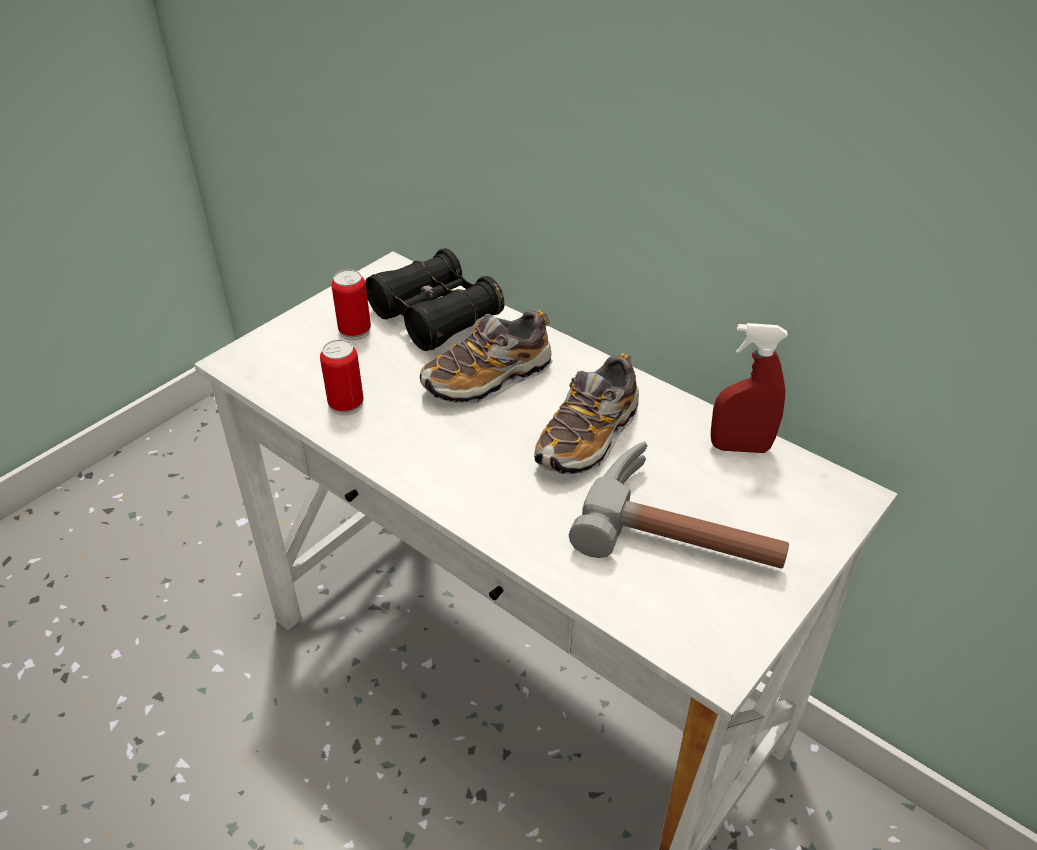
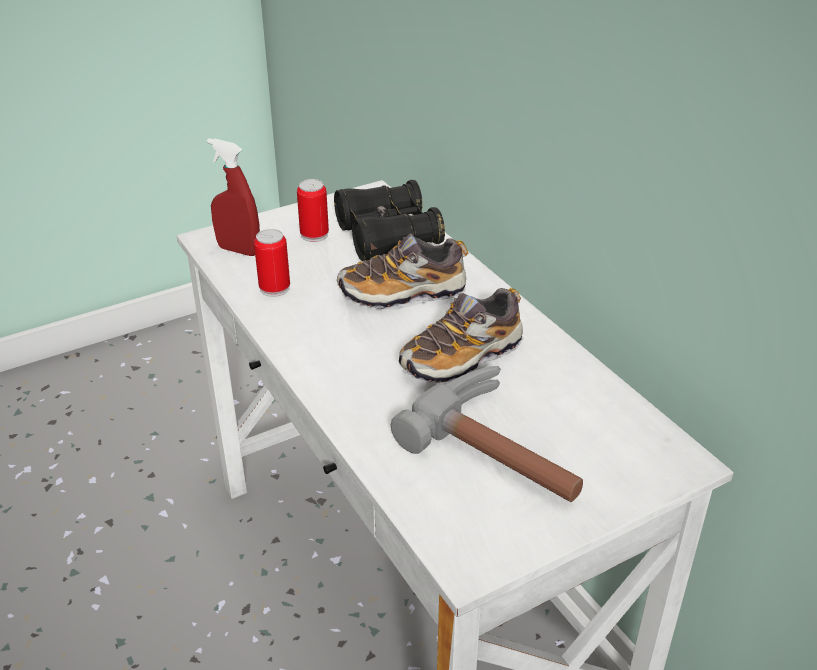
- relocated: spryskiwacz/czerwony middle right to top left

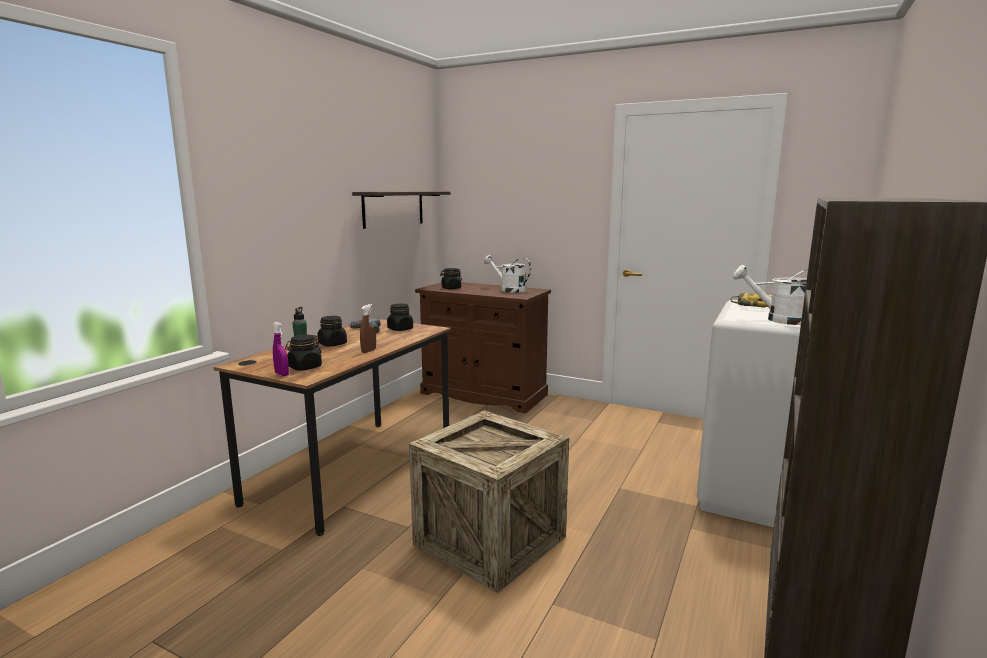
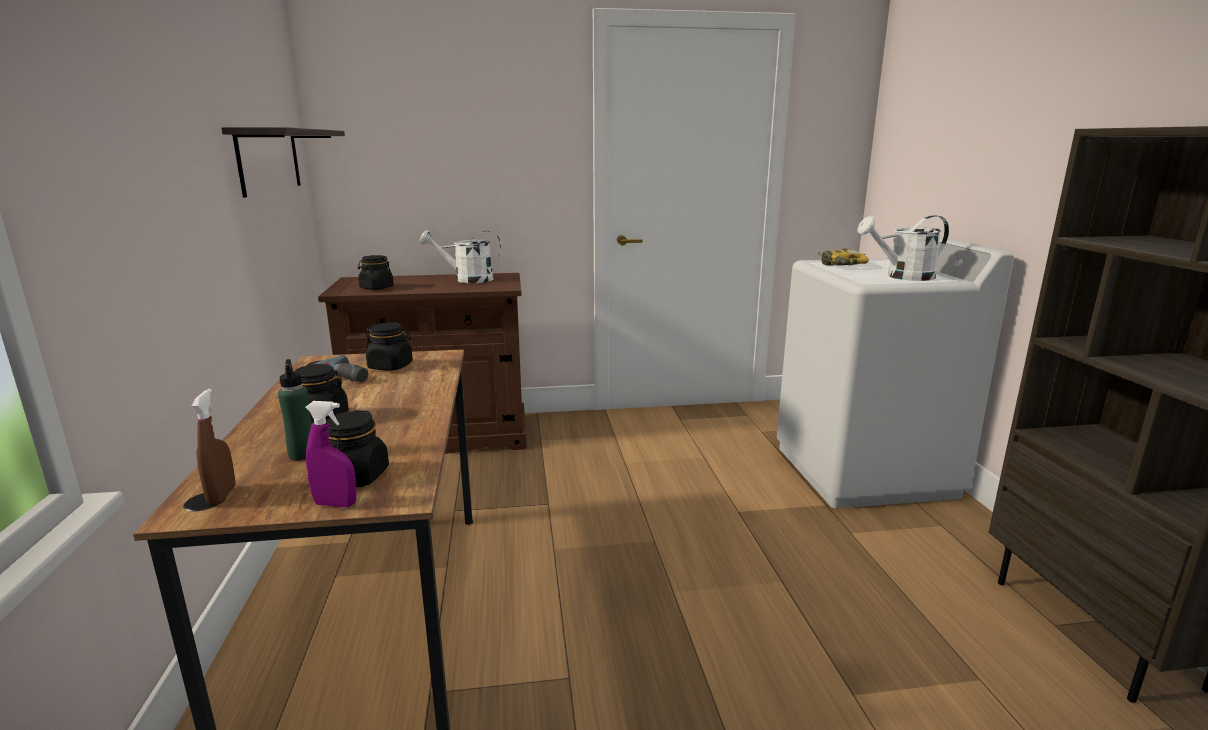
- relocated: spryskiwacz/brązowy centre to middle left
- missing: skrzynka bottom centre

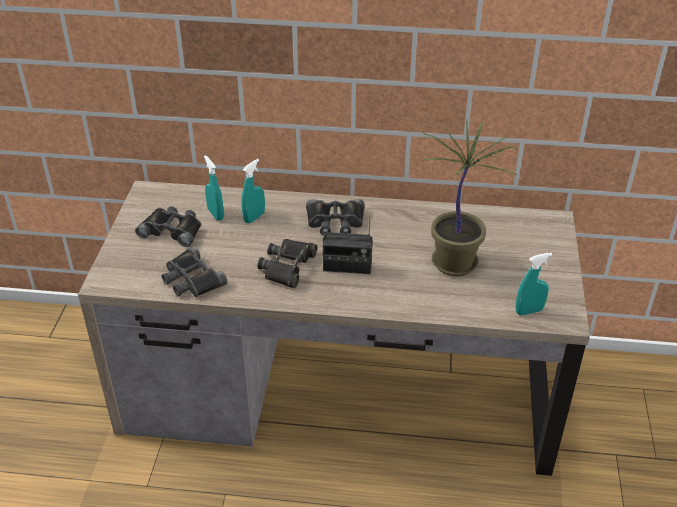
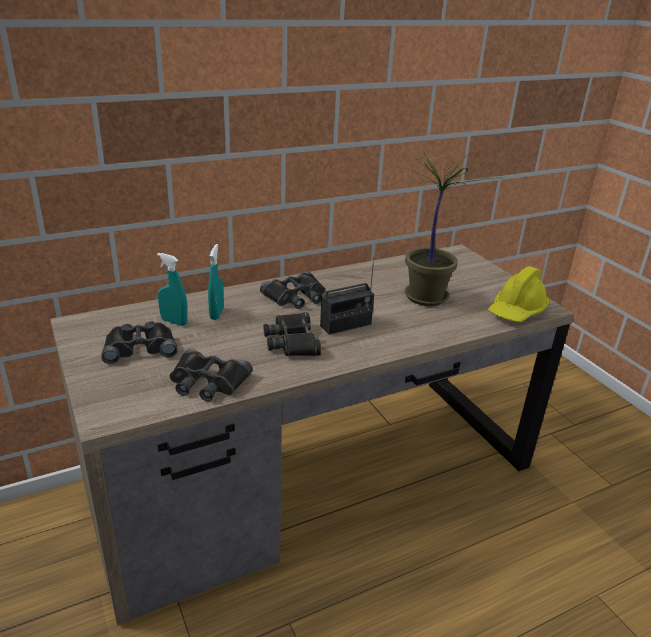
- exchanged: spryskiwacz/turkusowy (no. 3 from left) middle right to kask/żółty middle right

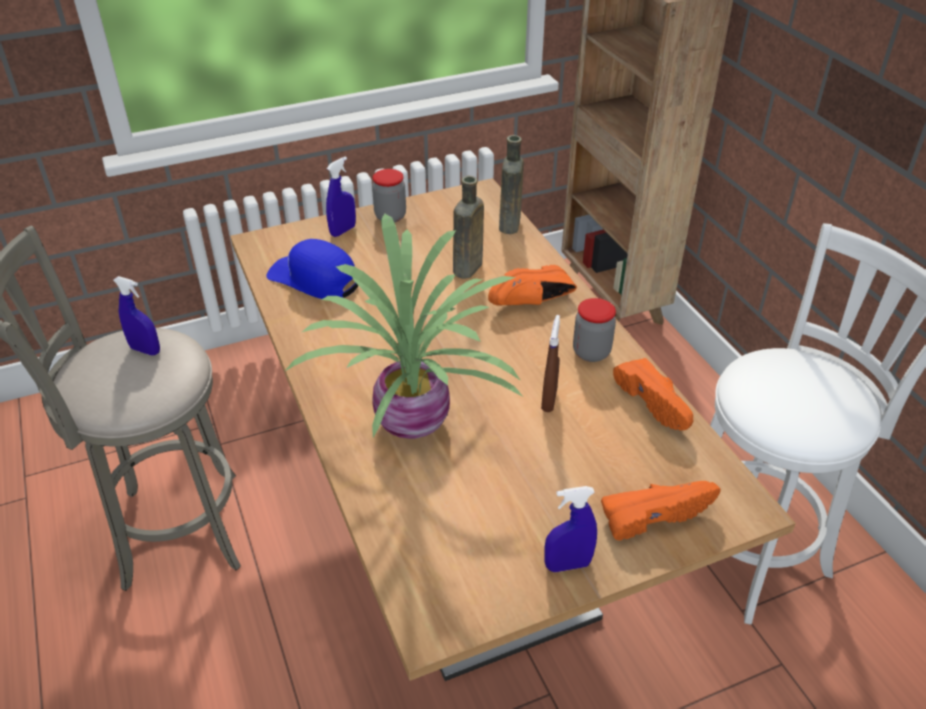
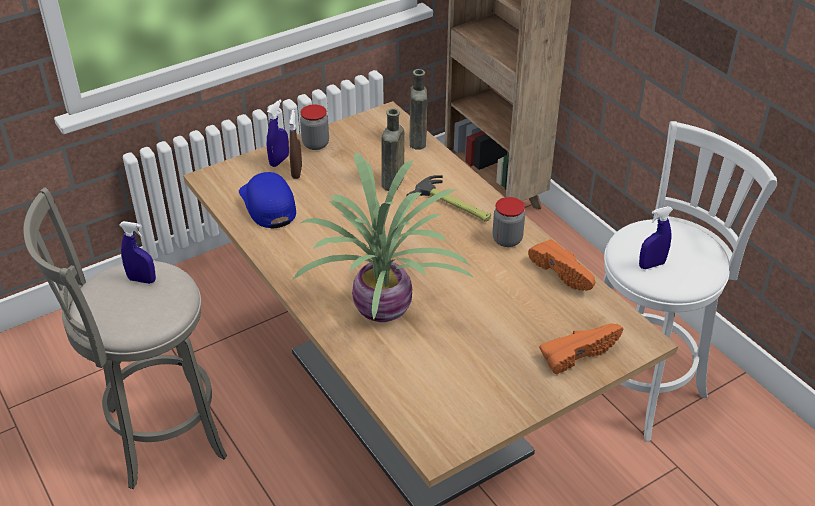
- spun: czapka z daszkiem/niebieski centre = middle left 45 degrees clockwise
- exchanged: but/pomarańczowy (no. 1 from left) centre to młotek centre
- relocated: spryskiwacz/brązowy centre to top centre
- relocated: spryskiwacz/niebieski (no. 3 from left) bottom centre to middle right

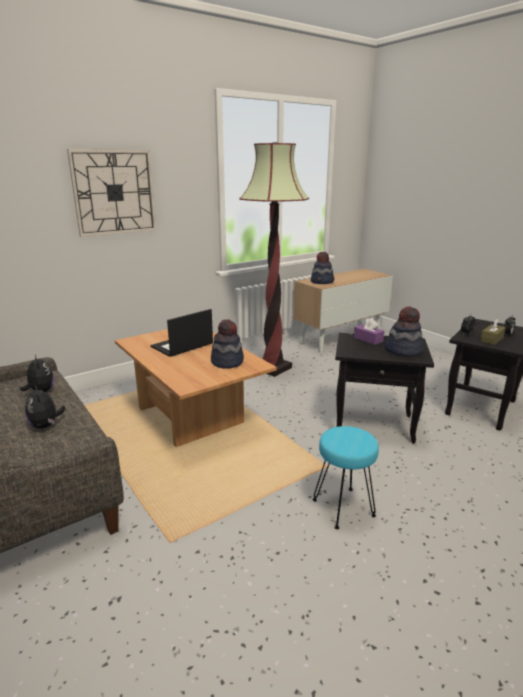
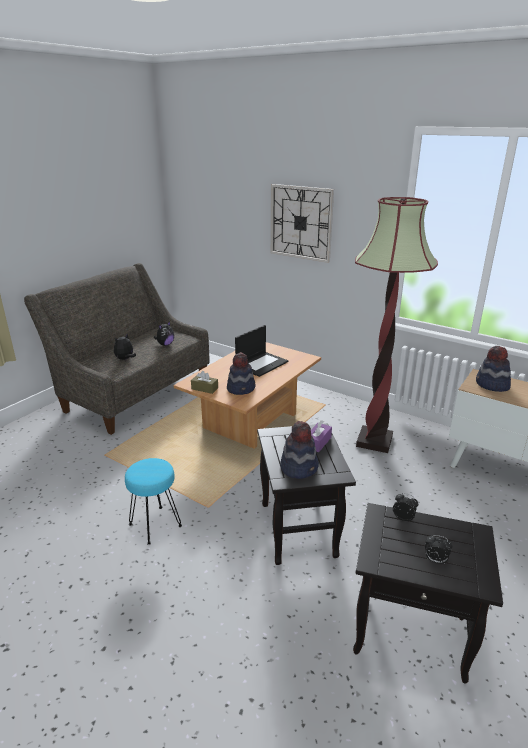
- spun: laptop centre = centre 105 degrees clockwise
- relocated: pudełko chusteczek/brązowy middle right to centre

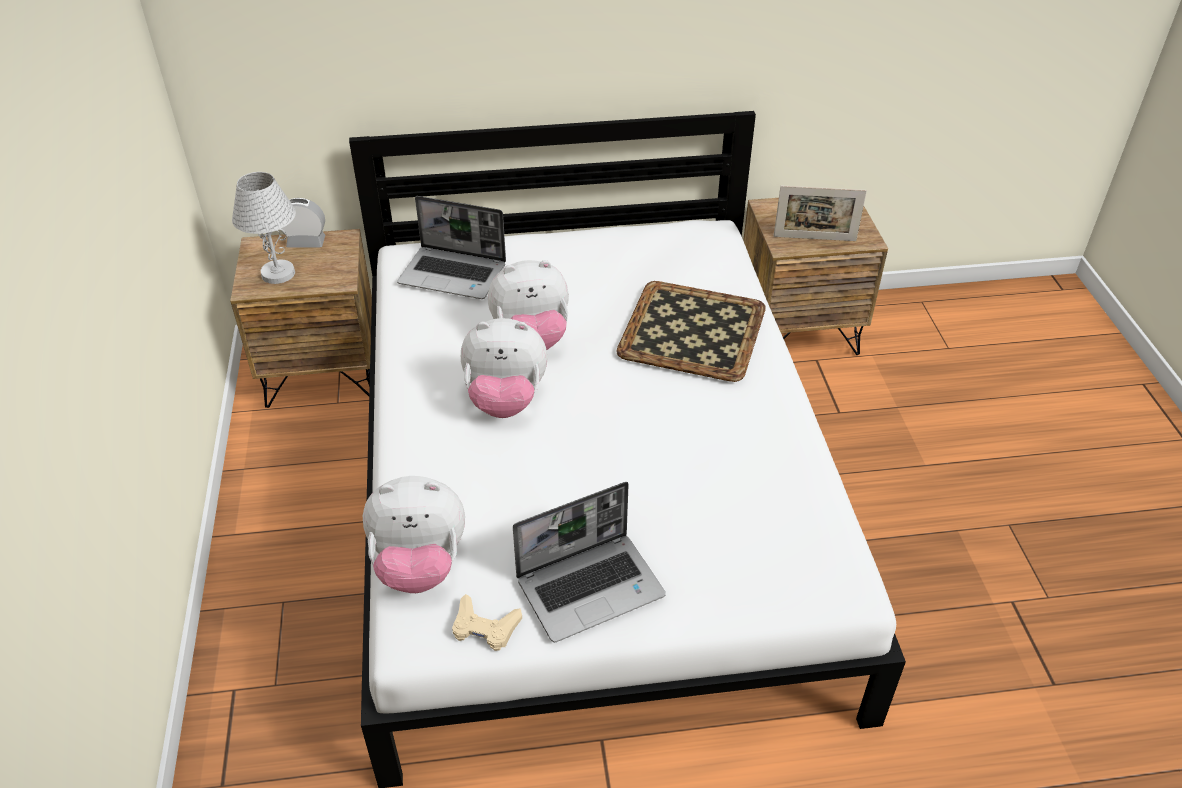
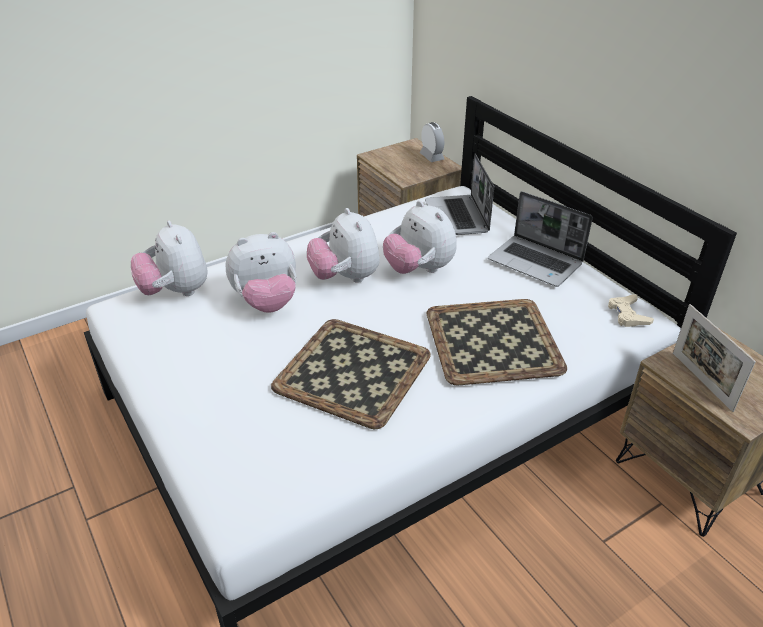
- missing: lampa stołowa/biały top left
- relocated: laptop (no. 2 from left) bottom centre to middle right
- relocated: pad do gier/beżowy bottom centre to middle right
- appeared: pluszak (no. 2 from left) centre
- appeared: taca (no. 1 from left) centre

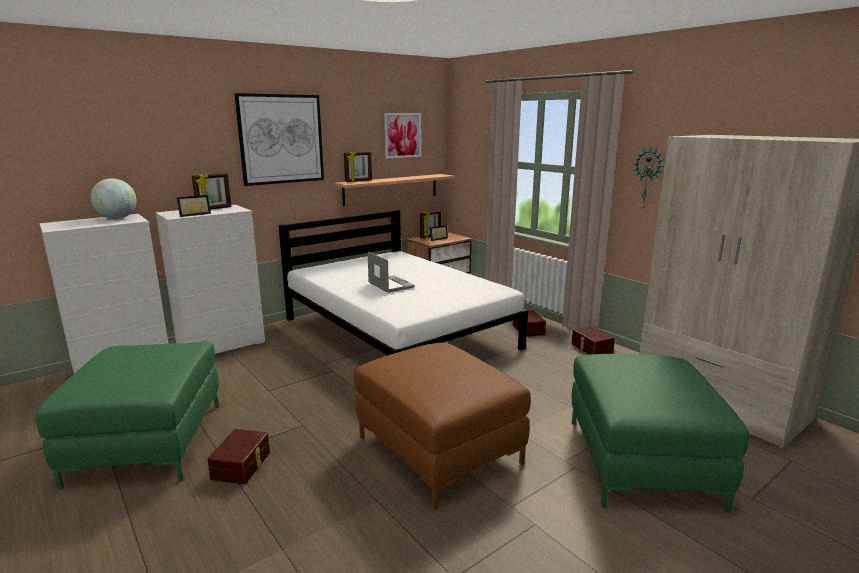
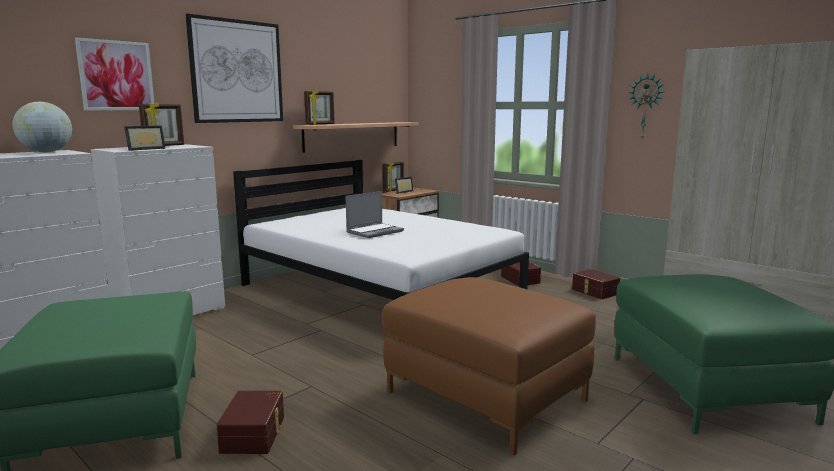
- relocated: obraz (no. 2 from left in the first image) top centre to obraz (no. 1 from left) top left
- spun: laptop centre = centre 90 degrees clockwise

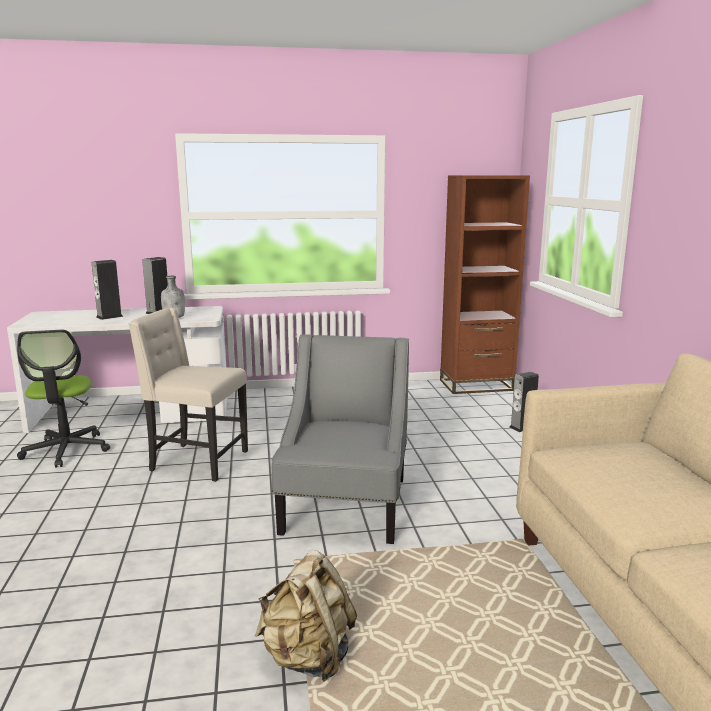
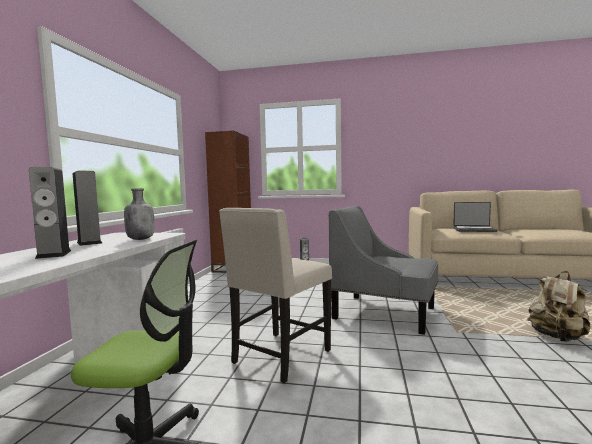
- appeared: laptop middle right

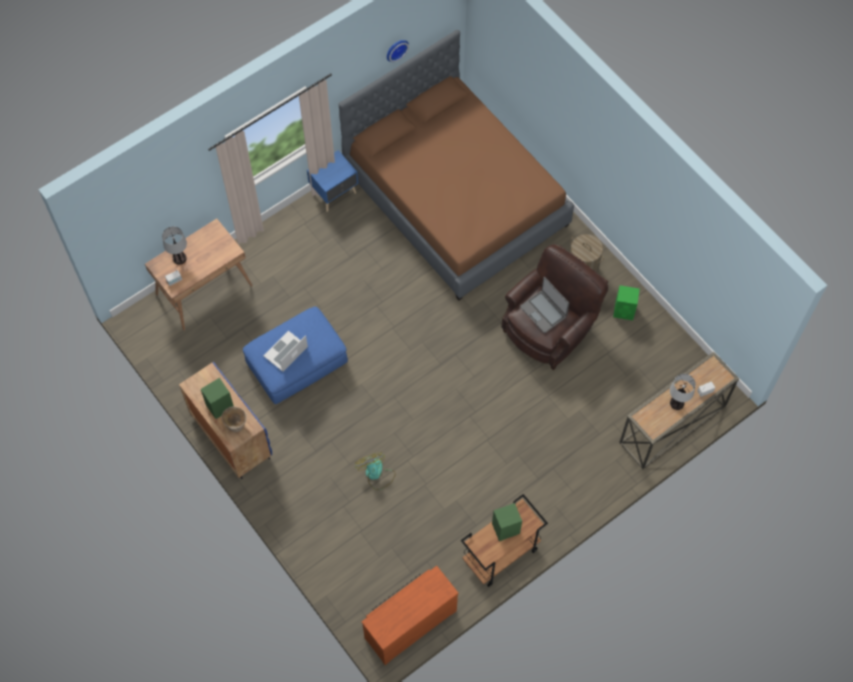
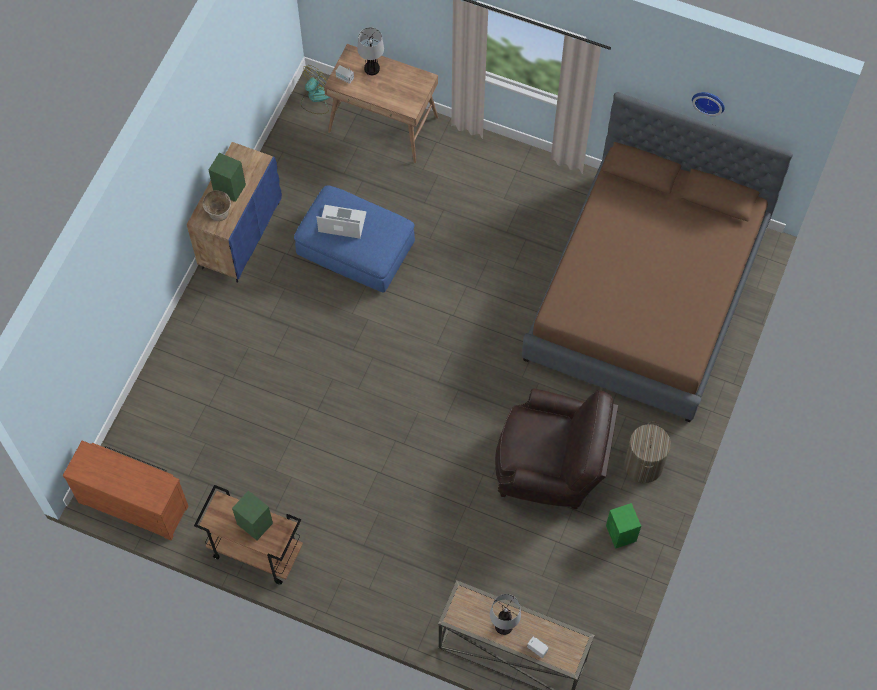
- missing: szafka nocna/niebieski top centre
- missing: laptop (no. 2 from left) centre
- relocated: wentylator bottom centre to top centre

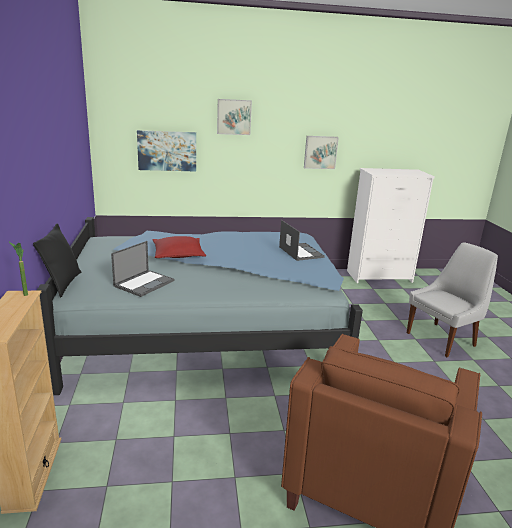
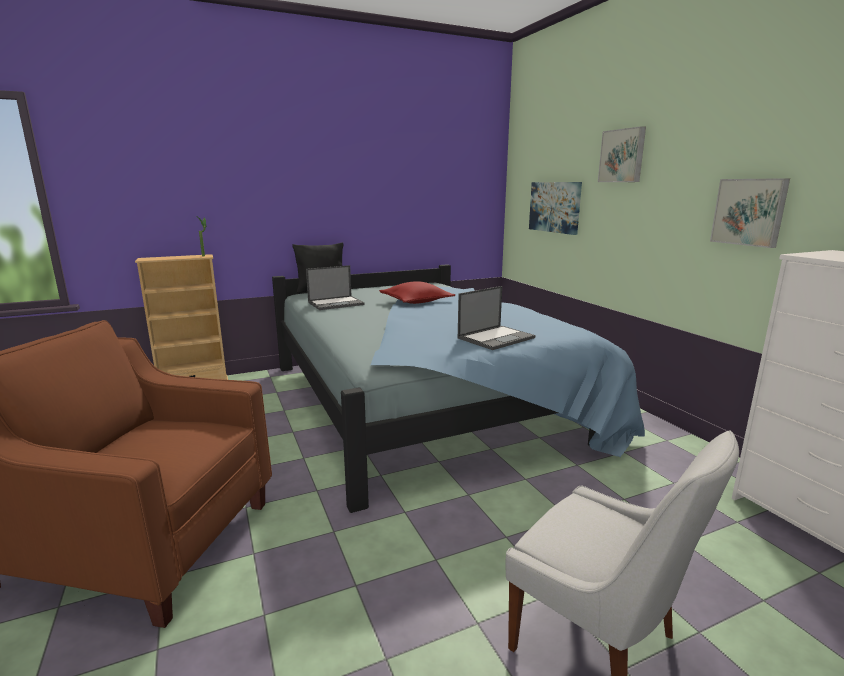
- spun: laptop (no. 1 from left) middle left = centre 45 degrees counterclockwise

